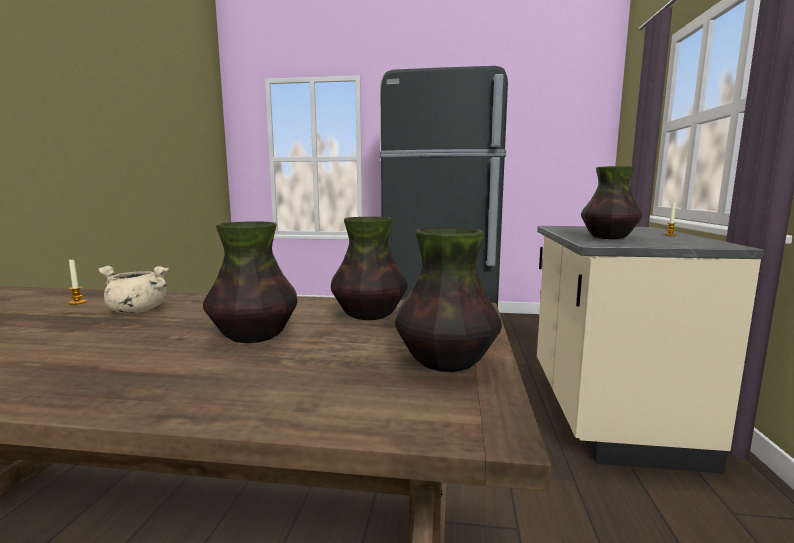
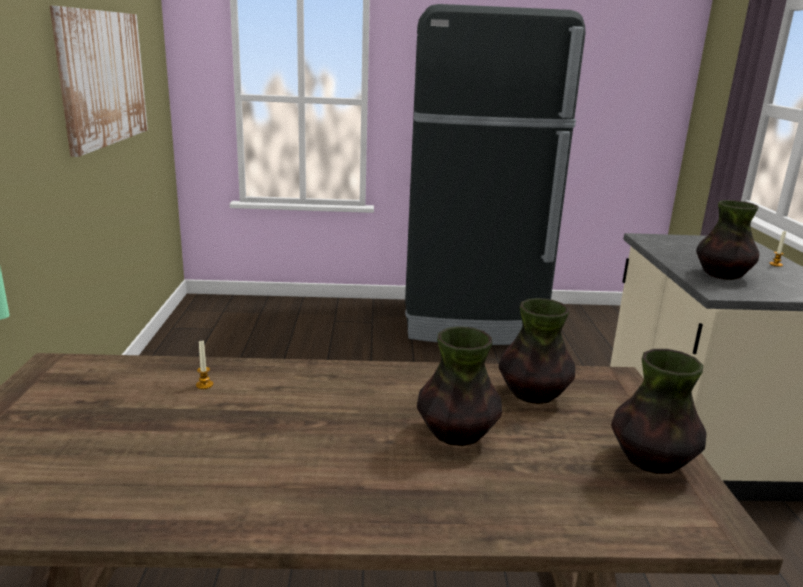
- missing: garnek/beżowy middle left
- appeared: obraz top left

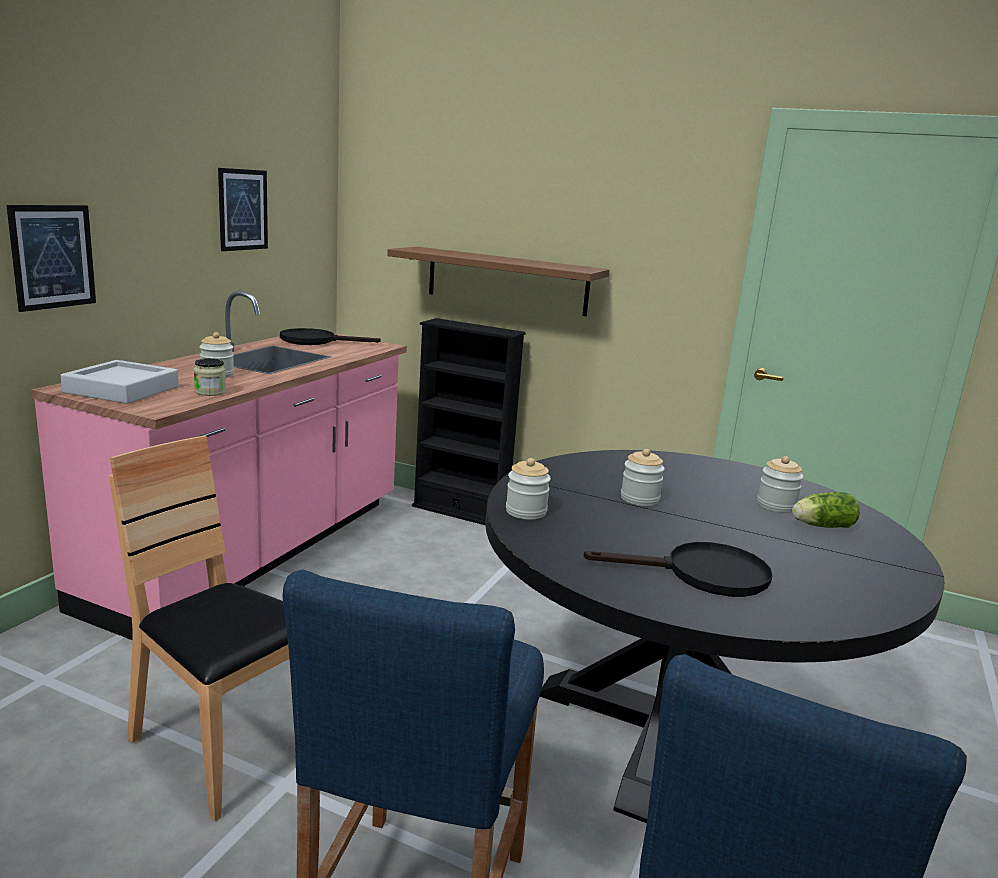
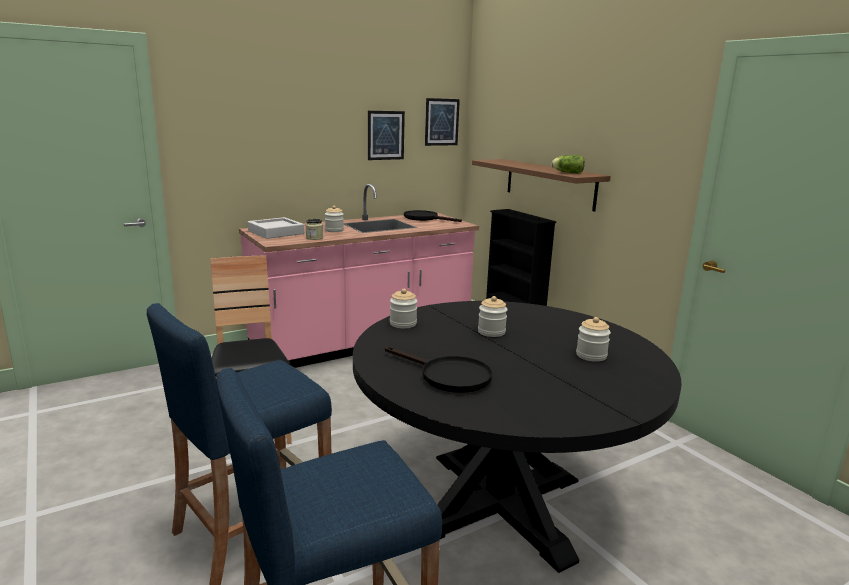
- relocated: obraz (no. 1 from left in the first image) top left to obraz (no. 2 from left) top centre
- relocated: sałata middle right to top right

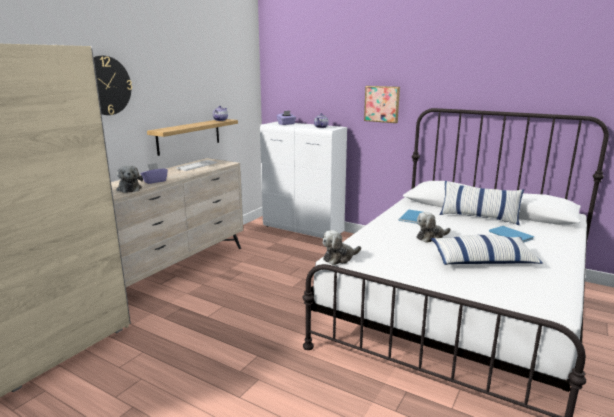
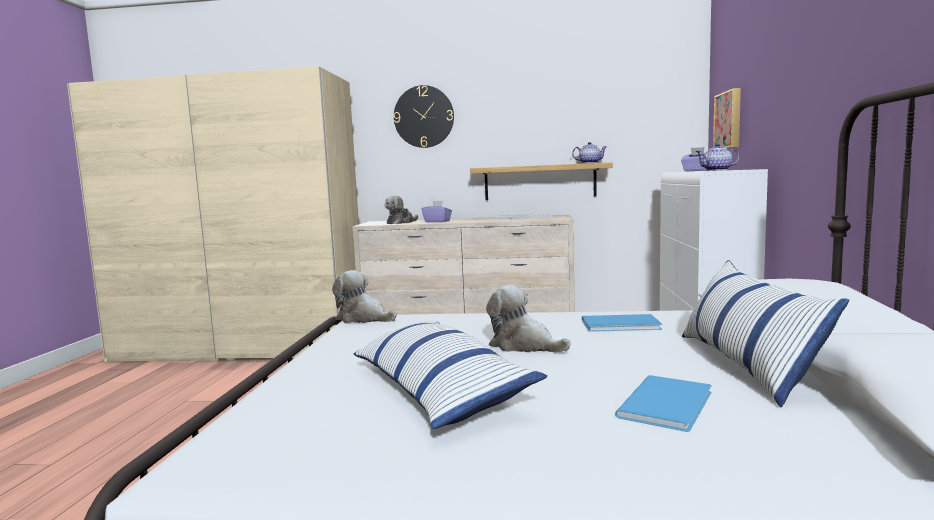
- relocated: obraz top centre to top right

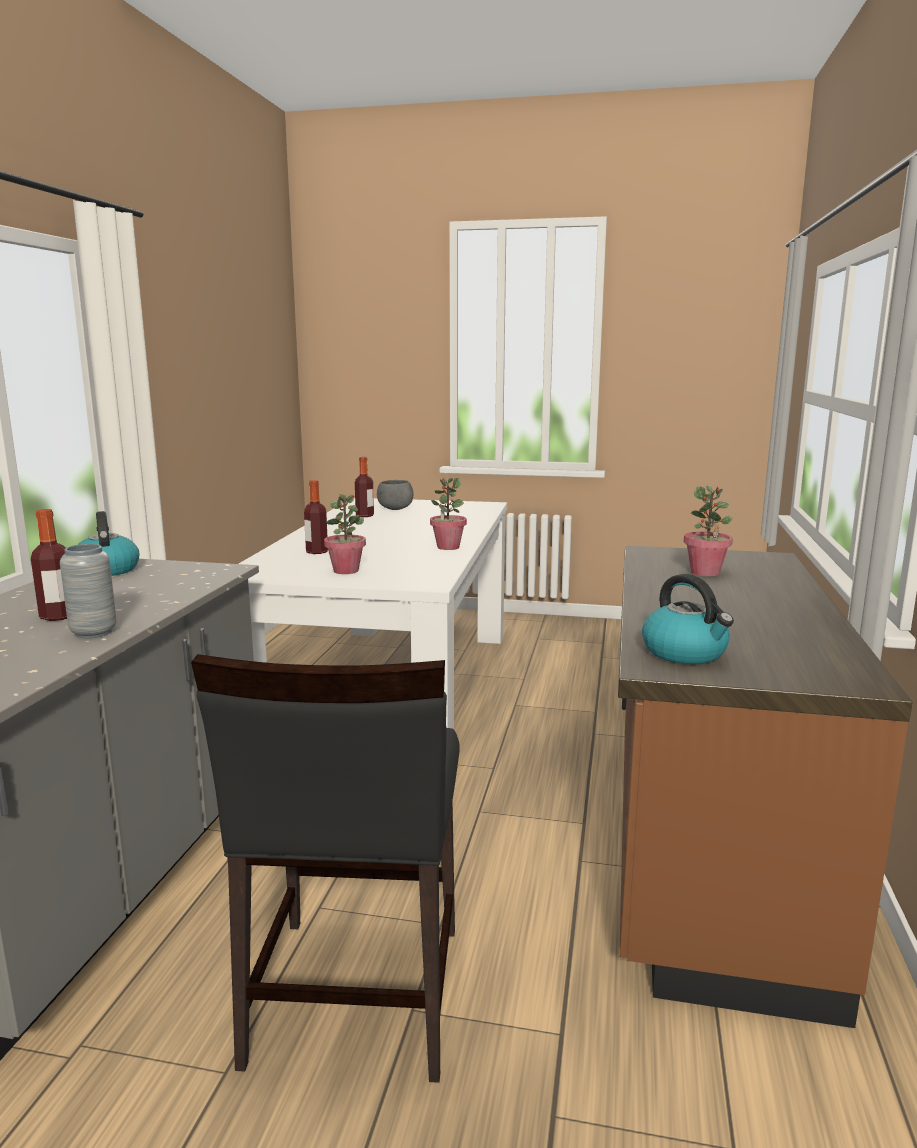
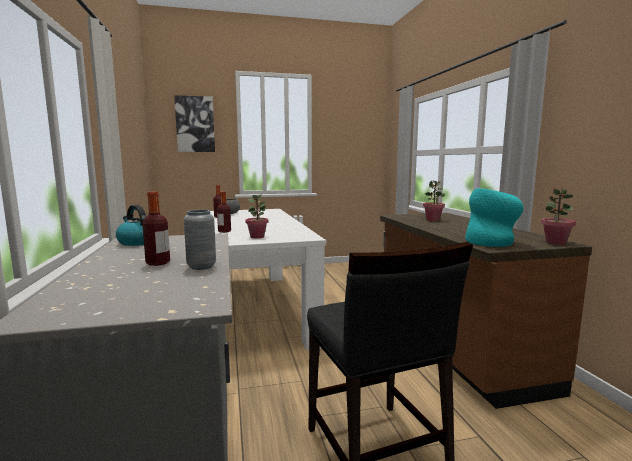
- relocated: roślina doniczkowa (no. 2 from left in the first image) centre to roślina doniczkowa (no. 3 from left) middle right
- exchanged: czajnik (no. 2 from left) middle right to wazon/turkusowy middle right
- appeared: obraz top left

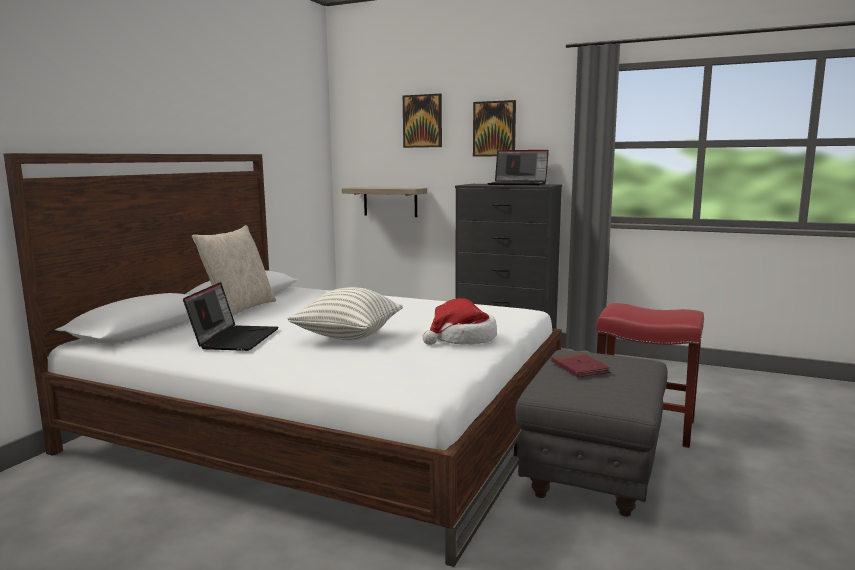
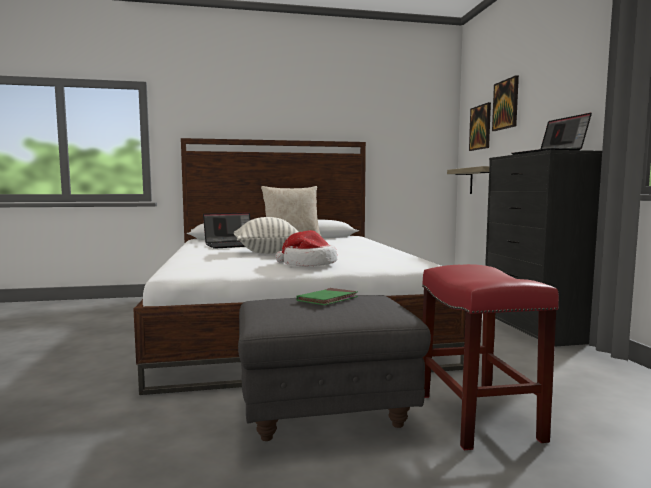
- relocated: obraz (no. 2 from left in the first image) top centre to obraz (no. 1 from left) top right
- colour: książka/czerwony middle right to książka/zielony centre

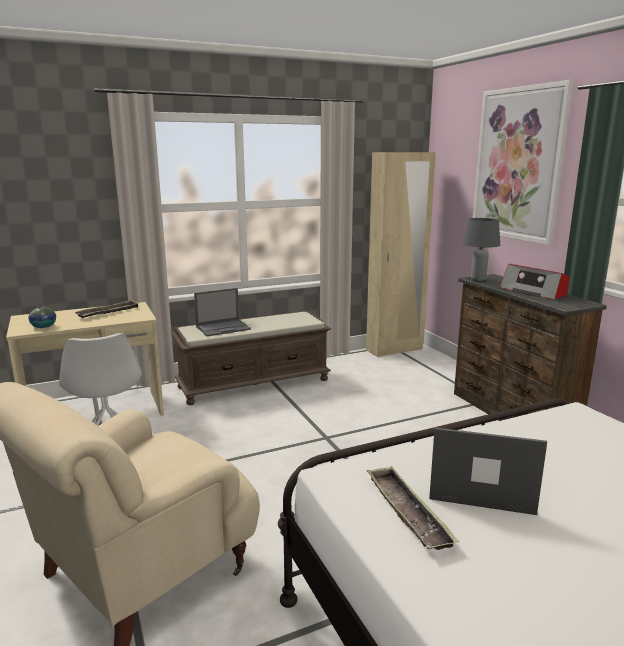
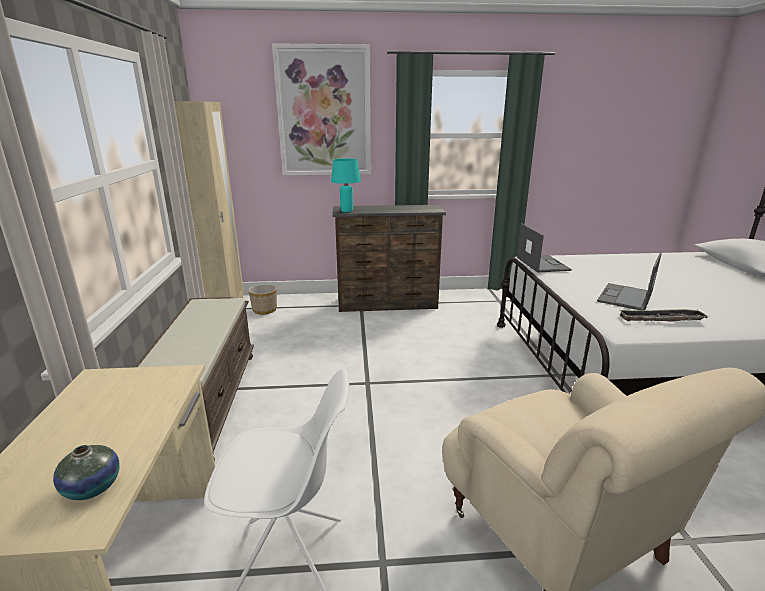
- colour: lampa stołowa/szary middle right to lampa stołowa/turkusowy top centre
- missing: radio middle right
- relocated: laptop (no. 1 from left) centre to middle right
- missing: taca (no. 1 from left) middle left
- appeared: donica centre

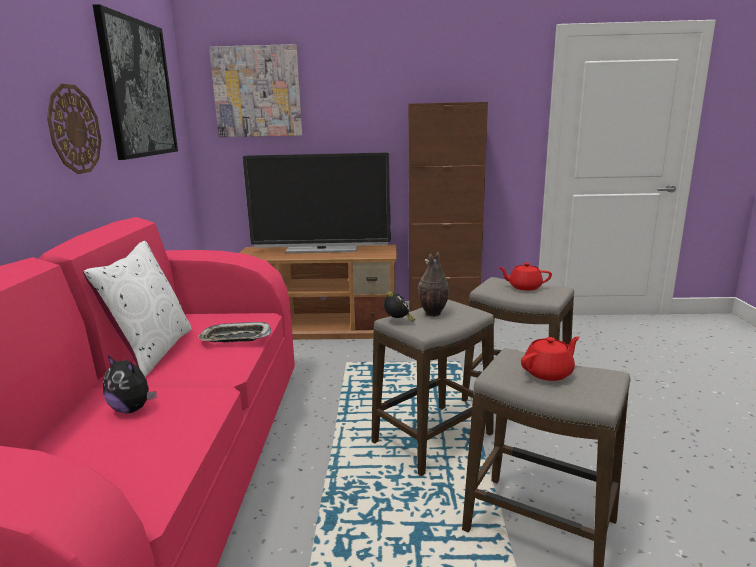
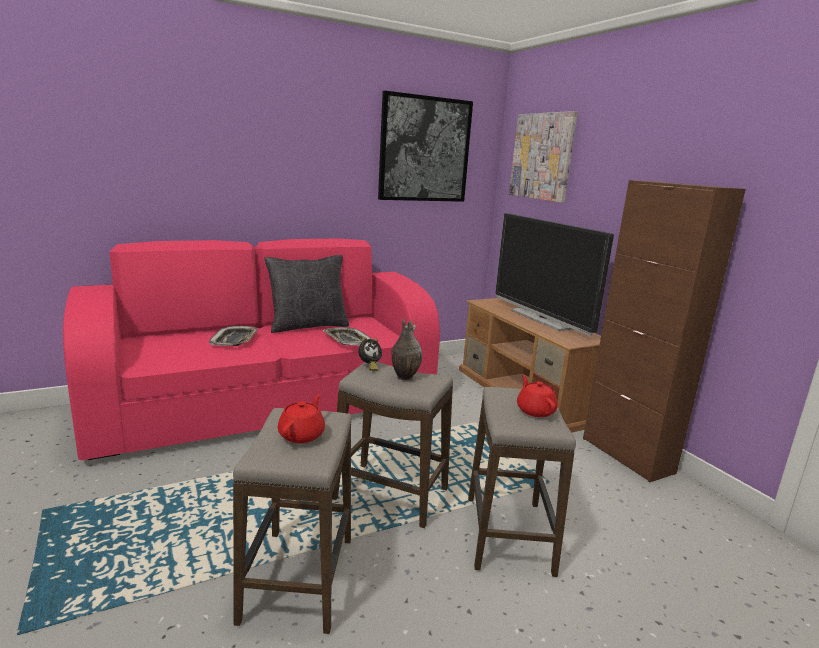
- missing: zegar ścienny top left
- colour: poduszka/biały middle left to poduszka/czarny centre
- spun: imbryk/czerwony (no. 2 from left in the first image) middle right = centre 105 degrees counterclockwise
- exchanged: pluszak bottom left to taca (no. 1 from left) middle left

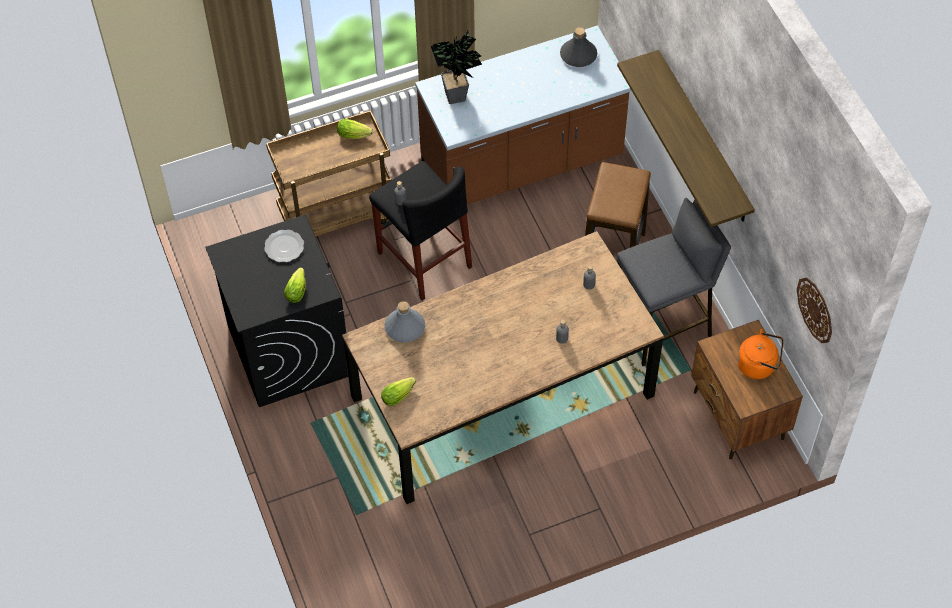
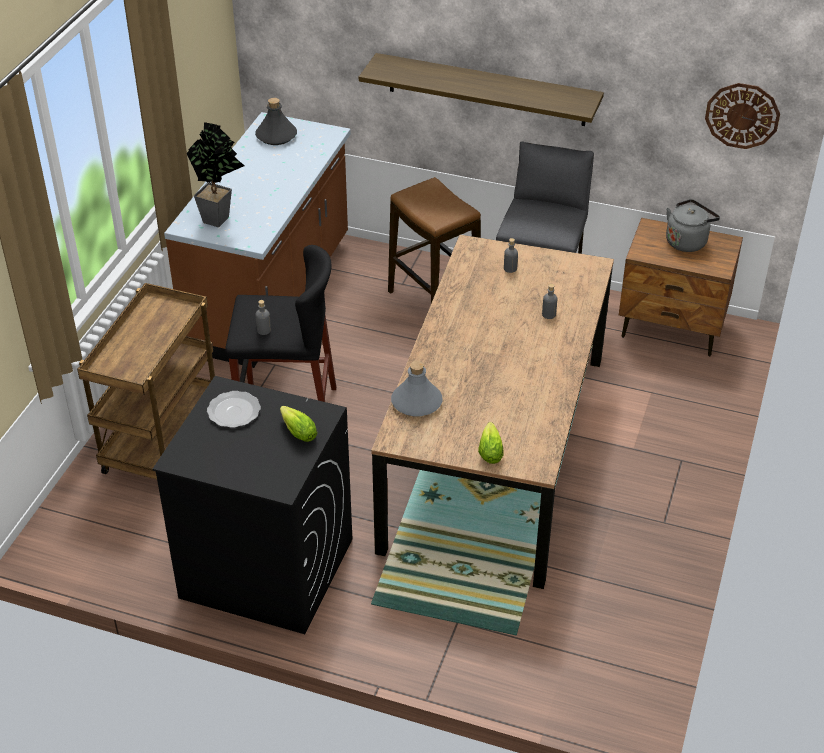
- missing: sałata (no. 2 from left) top centre
- colour: czajnik/pomarańczowy middle right to czajnik/szary top right

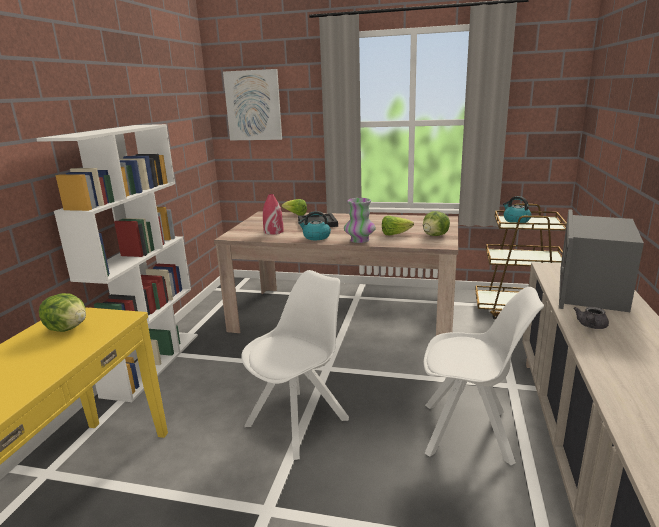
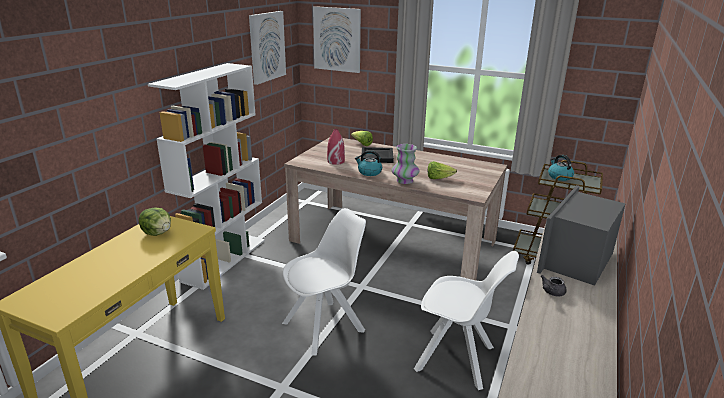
- missing: sałata (no. 4 from left) centre
- appeared: obraz (no. 1 from left) top centre

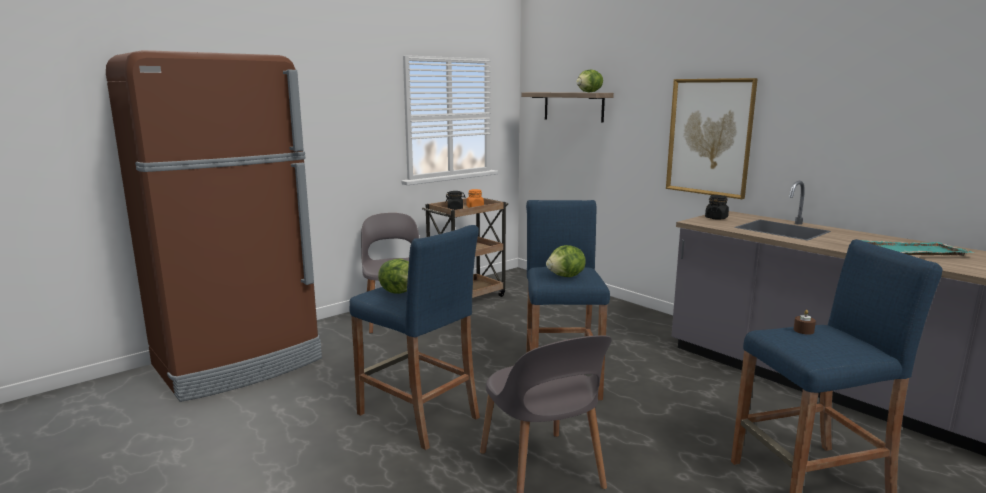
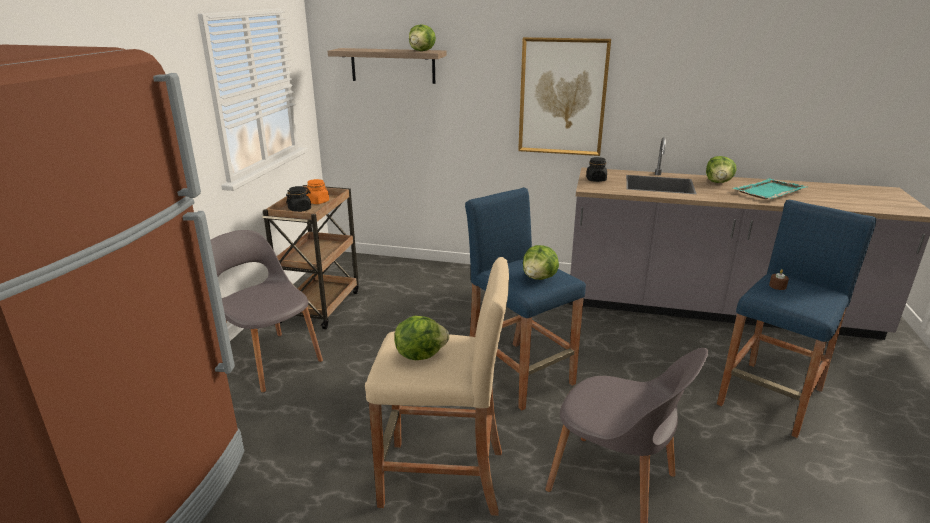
- colour: stołek/niebieski (no. 1 from left) bottom centre to stołek/beżowy bottom centre
- appeared: sałata (no. 4 from left) top right

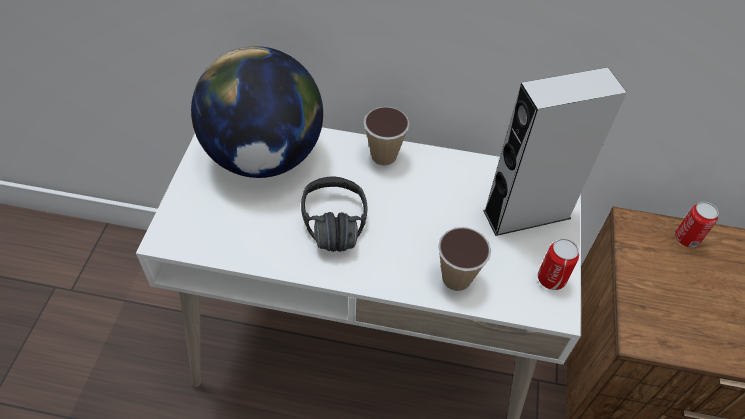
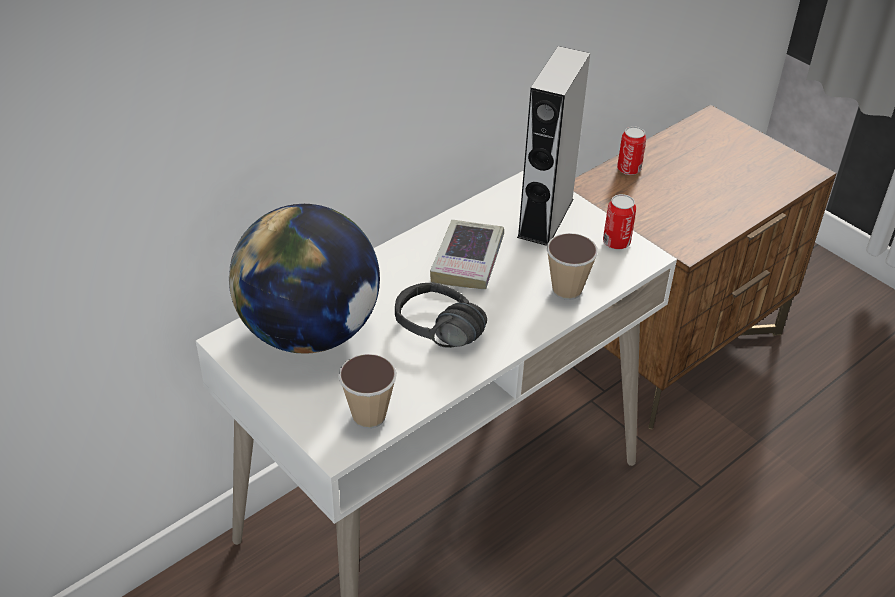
- relocated: filiżanka (no. 1 from left) top centre to centre
- appeared: książka centre

